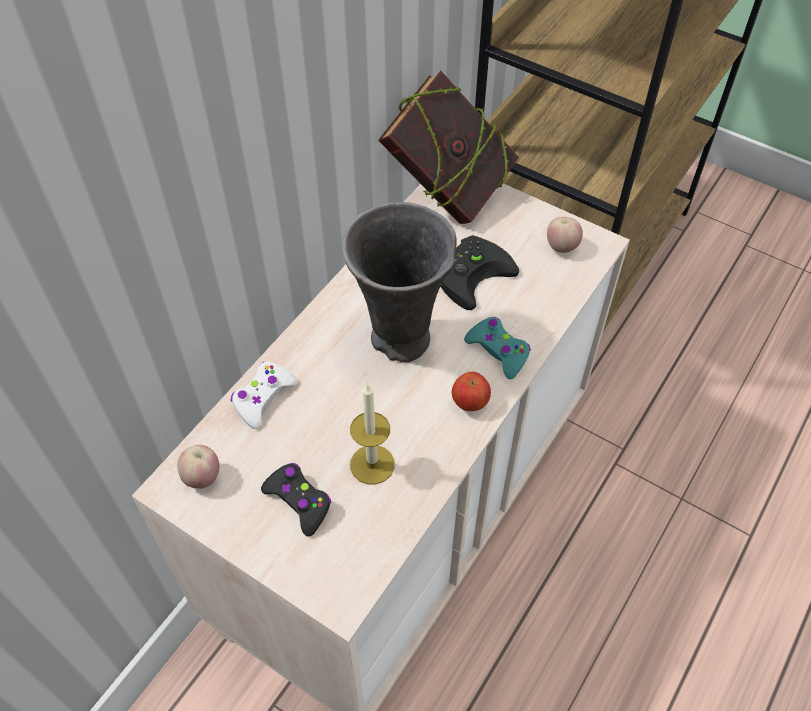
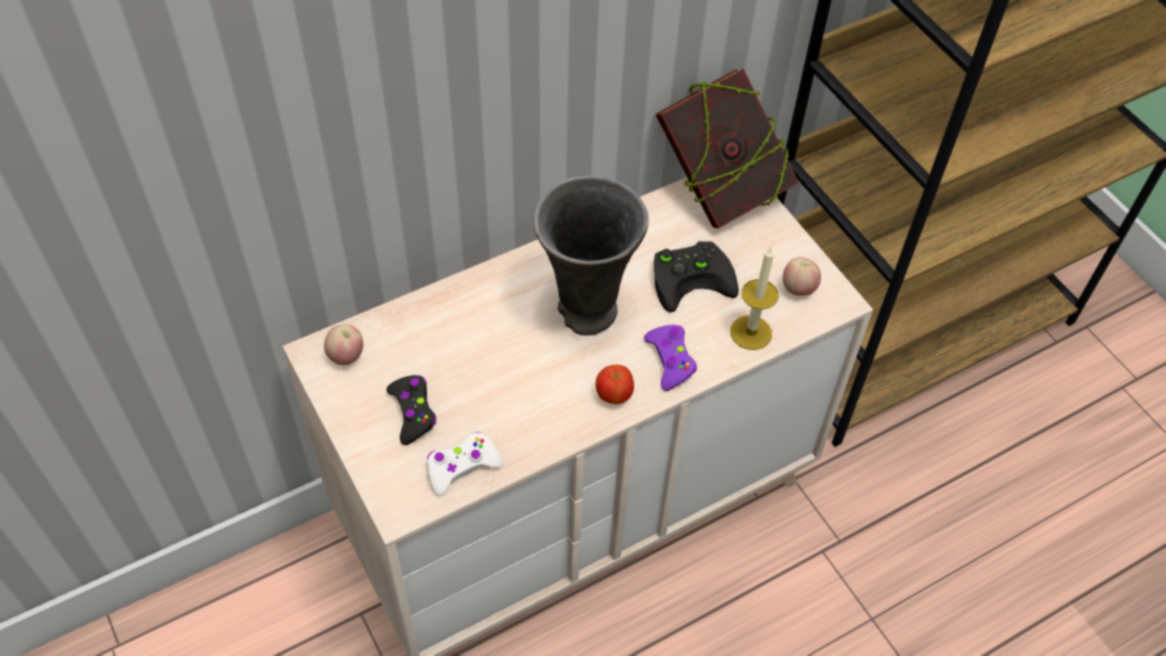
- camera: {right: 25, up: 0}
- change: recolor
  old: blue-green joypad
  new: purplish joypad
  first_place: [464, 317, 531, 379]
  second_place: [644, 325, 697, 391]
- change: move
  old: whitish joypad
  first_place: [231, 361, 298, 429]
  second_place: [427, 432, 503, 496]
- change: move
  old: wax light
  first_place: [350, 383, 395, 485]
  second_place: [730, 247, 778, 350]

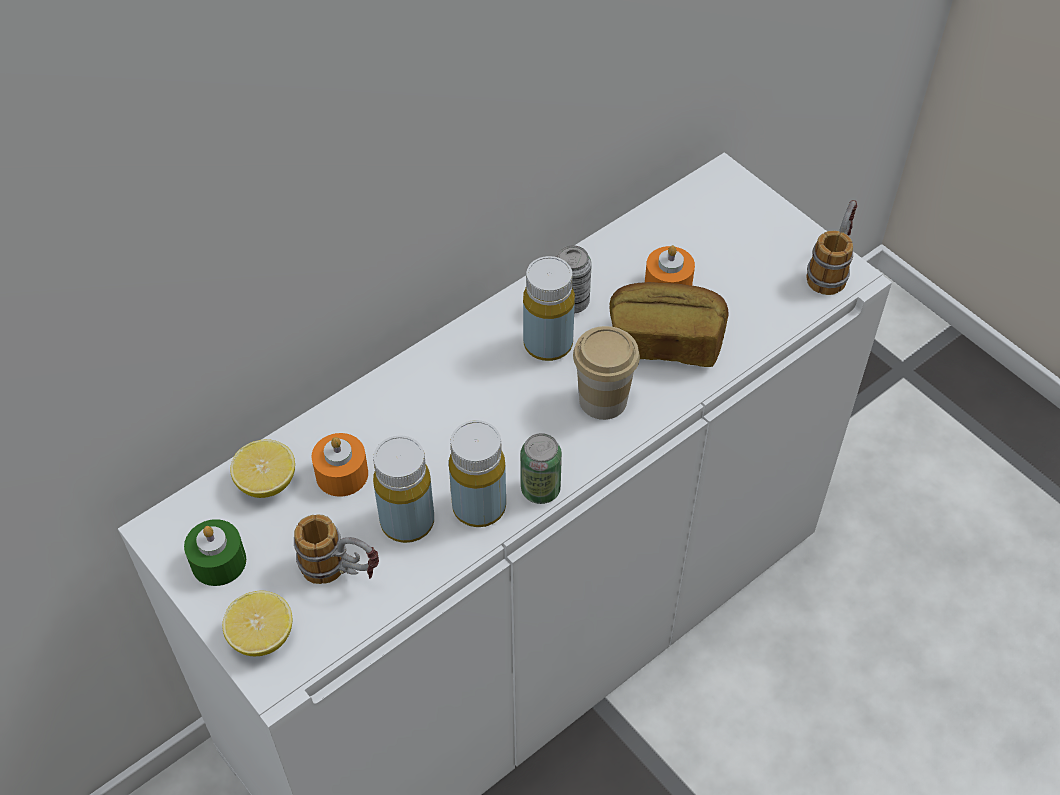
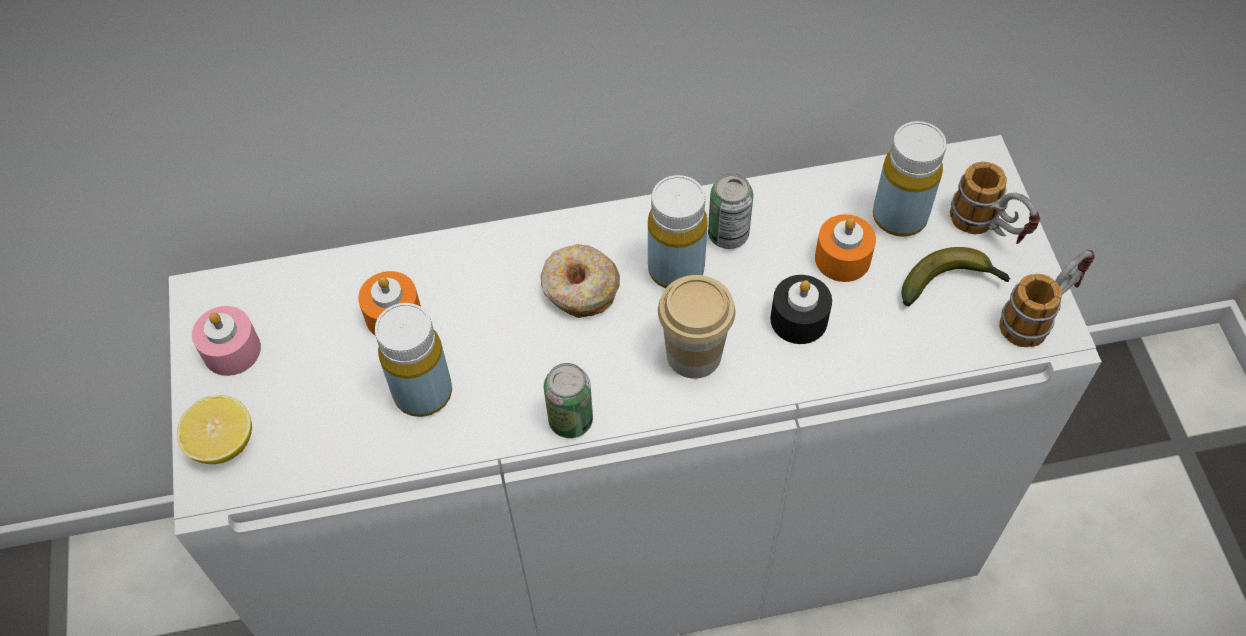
- camera: {right: 30, up: 5}
- change: replace
  old: bakery bread
  new: blackish wax light
  first_place: [610, 282, 729, 367]
  second_place: [770, 275, 832, 344]
- change: move
  old: yellow-coloured beverage bottle
  first_place: [449, 420, 506, 527]
  second_place: [873, 121, 947, 237]
- change: delete
  old: lemon
  first_place: [230, 439, 295, 498]
- change: move
  old: coffee mug
  first_place: [294, 515, 379, 584]
  second_place: [950, 162, 1040, 244]
- change: recolor
  old: greenish wax light
  new: pinkish wax light
  first_place: [184, 519, 246, 586]
  second_place: [192, 306, 261, 376]
- change: insert
  new: doughnut
  second_place: [541, 244, 620, 318]
- change: insert
  new: banana
  second_place: [902, 247, 1010, 306]

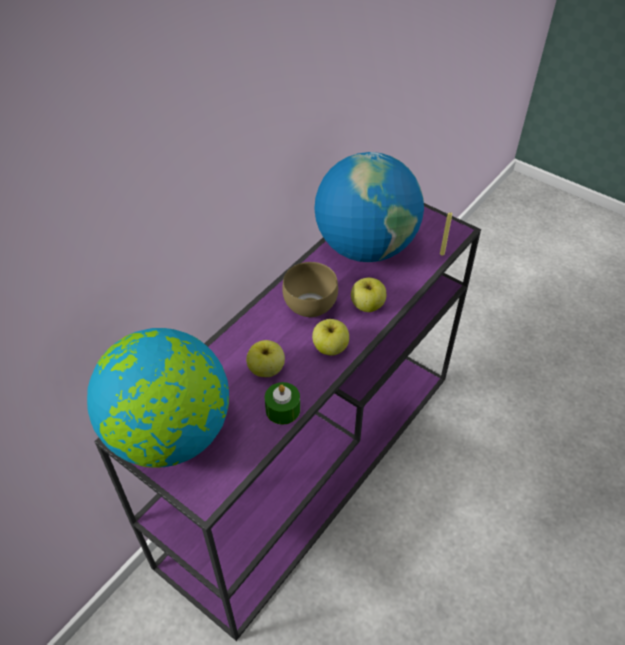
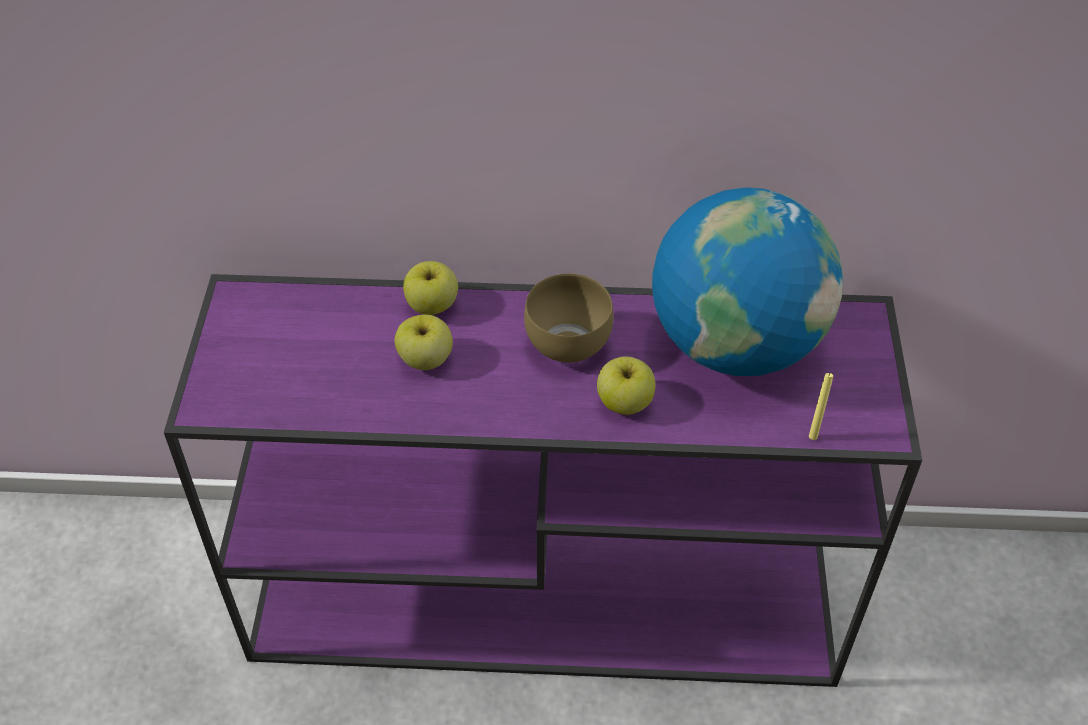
- camera: {right: 55, up: 0}
- change: move
  old: whole apple
  first_place: [312, 319, 349, 356]
  second_place: [403, 261, 458, 315]
- change: delete
  old: world globe
  first_place: [87, 328, 229, 468]
- change: delete
  old: greenish wax light
  first_place: [265, 382, 300, 425]

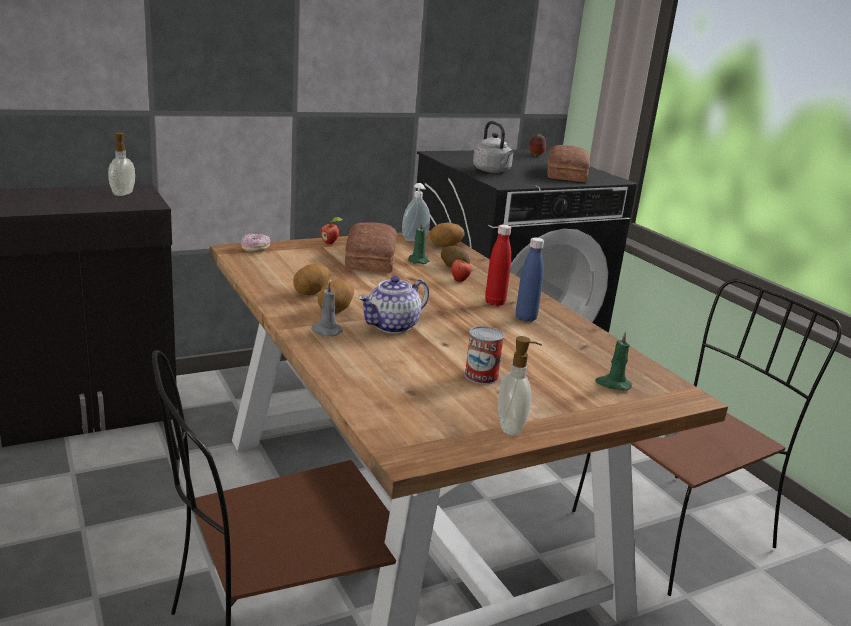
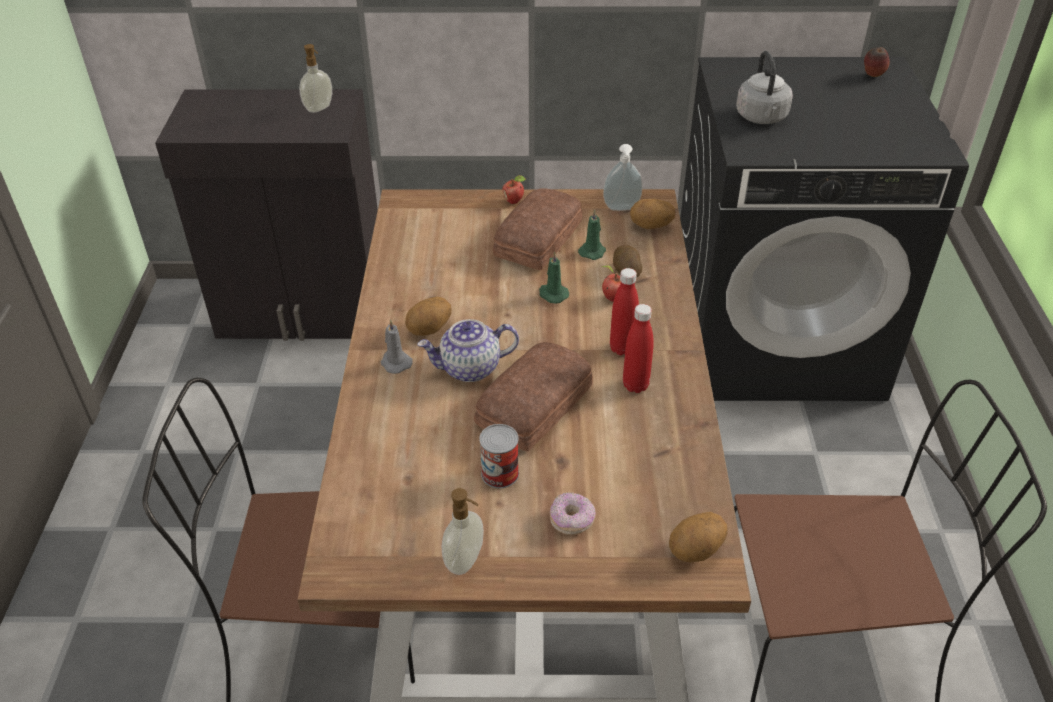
- camera: {right: 30, up: 20}
- change: move
  old: bakery bread
  first_place: [547, 145, 590, 182]
  second_place: [474, 342, 593, 452]
- change: move
  old: doughnut
  first_place: [241, 234, 270, 252]
  second_place: [550, 492, 596, 535]
- change: recolor
  old: blue-coloured beverage bottle
  new: red-coloured beverage bottle
  first_place: [516, 238, 544, 322]
  second_place: [623, 304, 654, 393]
- change: move
  old: spud
  first_place: [293, 264, 330, 296]
  second_place: [669, 512, 728, 562]
- change: move
  old: greenish wax light
  first_place: [595, 332, 632, 391]
  second_place: [539, 251, 569, 303]

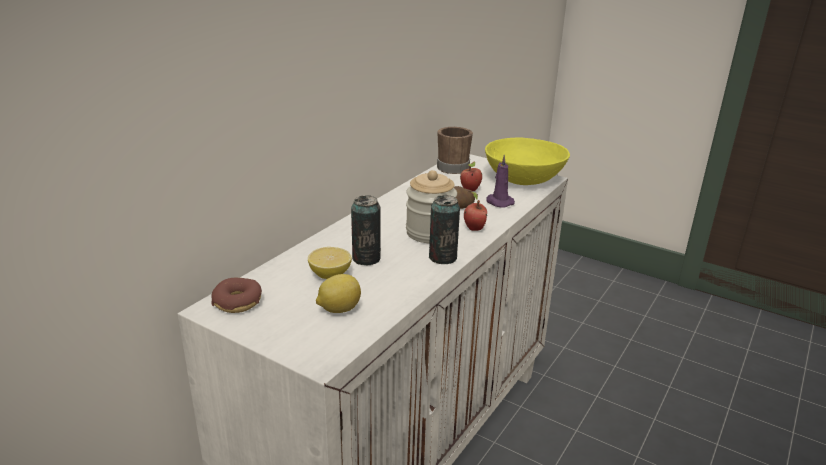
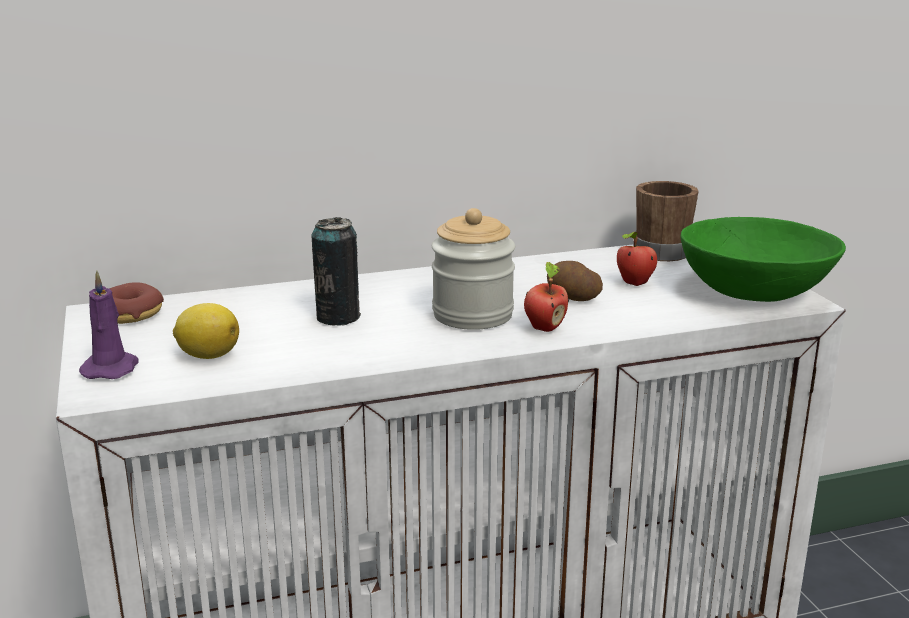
- camera: {right: 40, up: -5}
- change: recolor
  old: yellow-coloured bowl
  new: greenish bowl
  first_place: [485, 137, 570, 185]
  second_place: [681, 217, 846, 302]
- change: move
  old: purplish wax light
  first_place: [486, 155, 515, 208]
  second_place: [79, 271, 139, 379]
- change: delete
  old: sealed can
  first_place: [429, 195, 460, 264]
- change: delete
  old: lemon
  first_place: [308, 247, 352, 279]

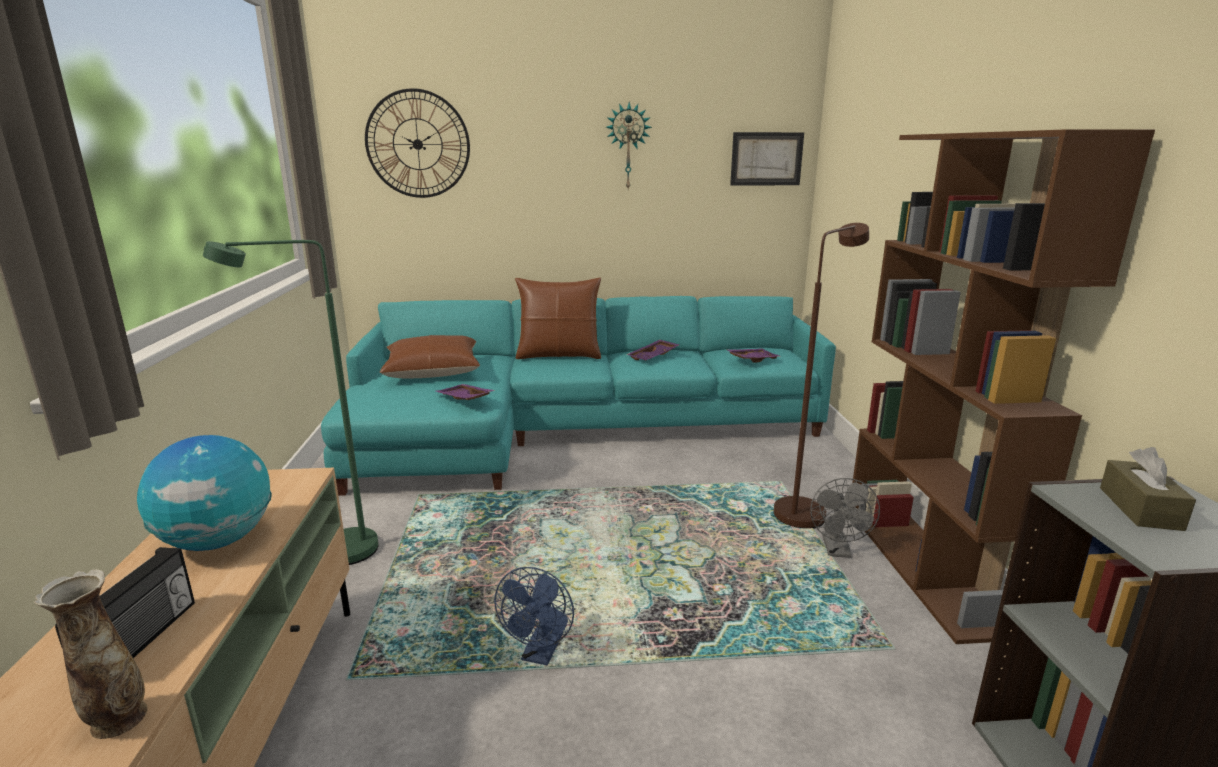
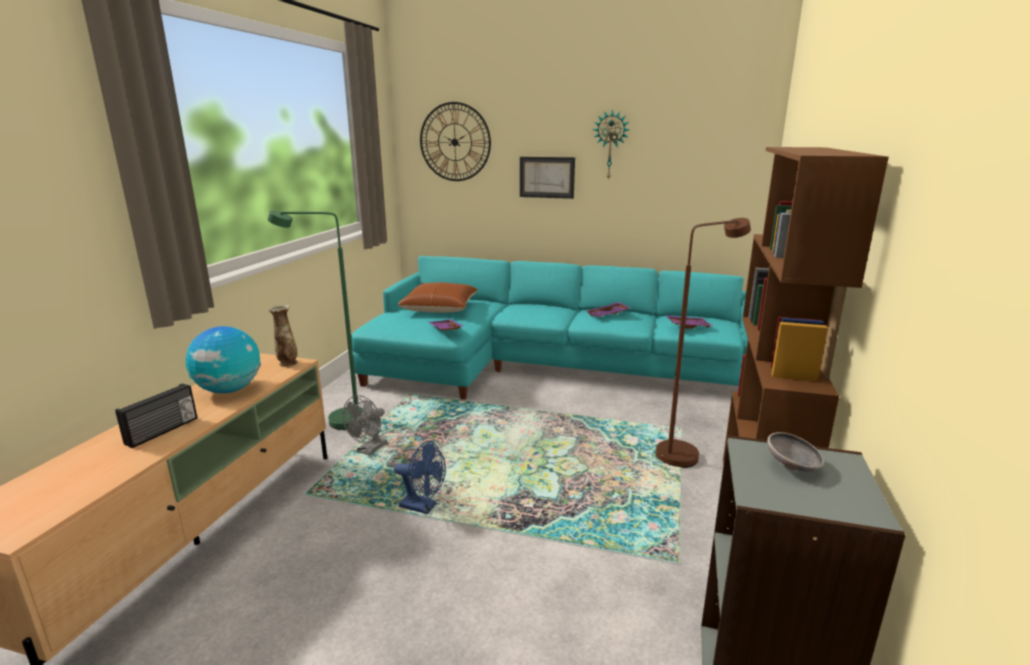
- camera: {right: 20, up: 0}
- change: move
  old: picture
  first_place: [730, 132, 804, 186]
  second_place: [520, 157, 575, 199]
- change: delete
  old: brown-coloured cushion
  first_place: [515, 278, 601, 359]
- change: replace
  old: brown-coloured box of tissues
  new: grey bowl
  first_place: [1100, 447, 1196, 531]
  second_place: [767, 432, 825, 472]
- change: move
  old: grey electric fan
  first_place: [810, 478, 880, 558]
  second_place: [343, 395, 387, 455]
- change: rotate
  old: blue-coloured electric fan
  first_place: [494, 567, 574, 666]
  second_place: [394, 441, 446, 514]
  degrees: -105
- change: move
  old: flower vase
  first_place: [34, 569, 148, 739]
  second_place: [268, 305, 298, 367]

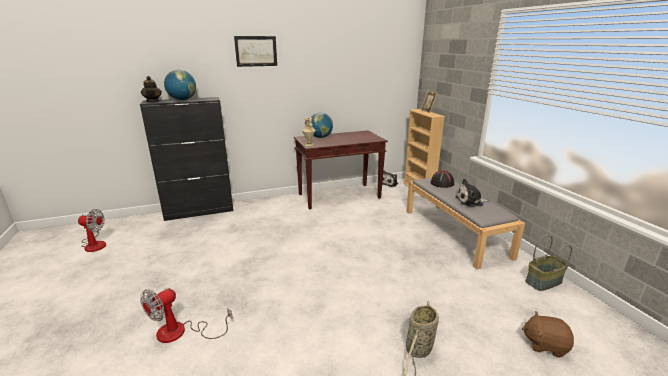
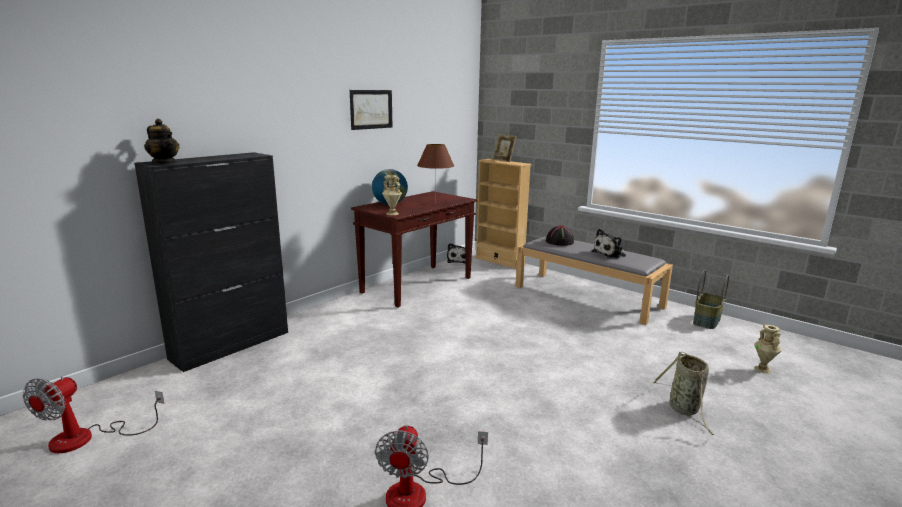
- camera: {right: -30, up: -5}
- change: move
  old: picture
  first_place: [234, 36, 277, 67]
  second_place: [350, 90, 392, 130]
- change: delete
  old: world globe
  first_place: [164, 70, 196, 100]
- change: rotate
  old: electric fan
  first_place: [78, 209, 106, 252]
  second_place: [23, 376, 164, 453]
  degrees: 135
- change: replace
  old: brown-coloured cuddly toy
  new: sand-coloured flower vase
  first_place: [522, 311, 574, 358]
  second_place: [754, 324, 781, 374]
- change: insert
  new: brown-coloured lamp for a table
  second_place: [417, 144, 454, 204]

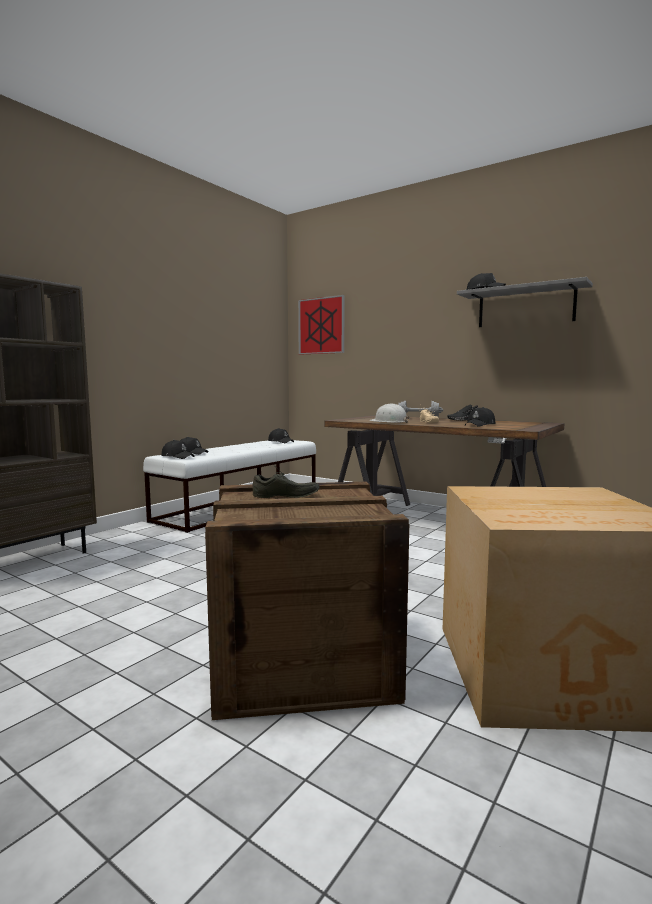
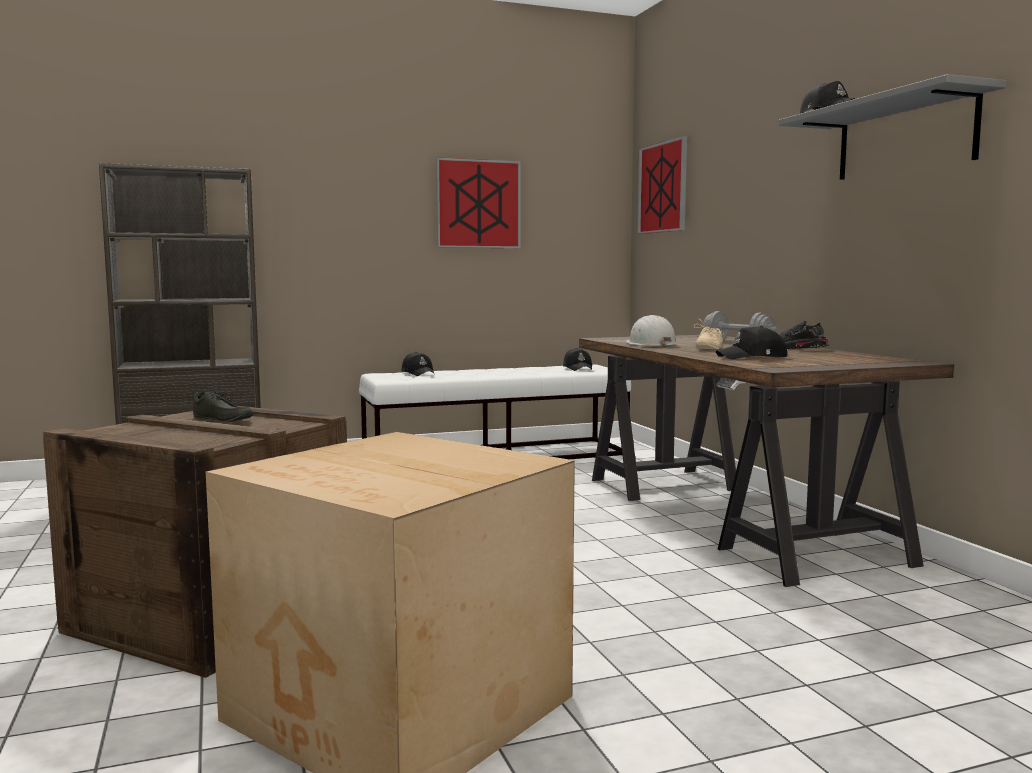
- camera: {right: 35, up: 0}
- change: delete
  old: blackish peaked cap
  first_place: [161, 440, 195, 459]
- change: insert
  new: picture
  second_place: [436, 157, 521, 248]

